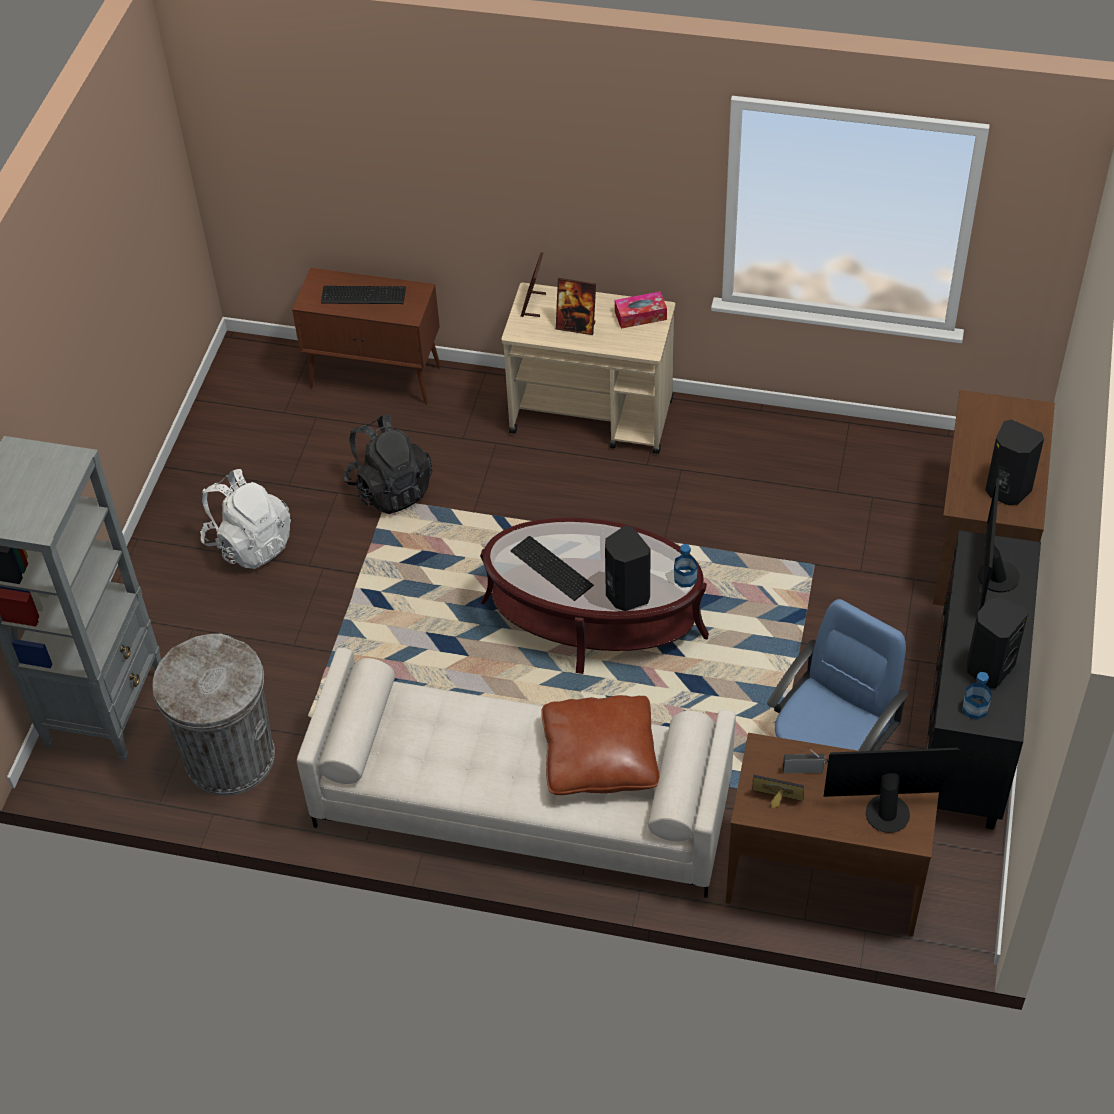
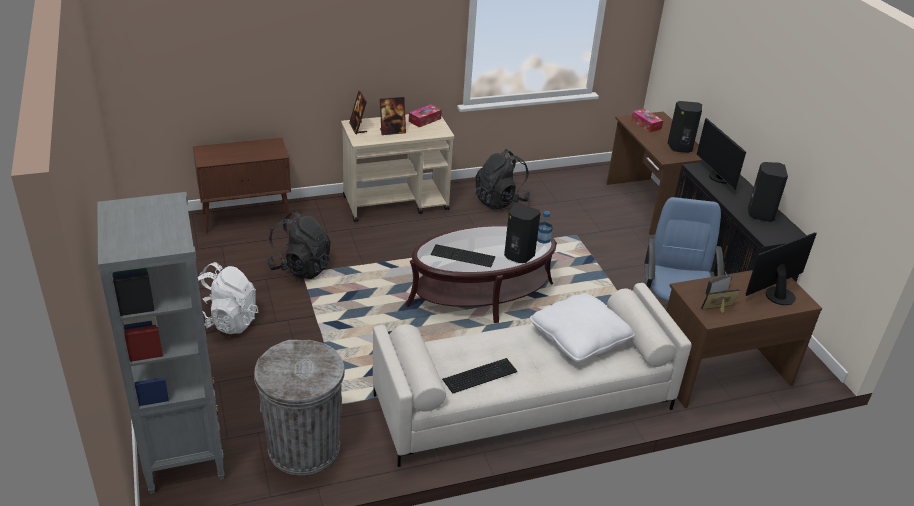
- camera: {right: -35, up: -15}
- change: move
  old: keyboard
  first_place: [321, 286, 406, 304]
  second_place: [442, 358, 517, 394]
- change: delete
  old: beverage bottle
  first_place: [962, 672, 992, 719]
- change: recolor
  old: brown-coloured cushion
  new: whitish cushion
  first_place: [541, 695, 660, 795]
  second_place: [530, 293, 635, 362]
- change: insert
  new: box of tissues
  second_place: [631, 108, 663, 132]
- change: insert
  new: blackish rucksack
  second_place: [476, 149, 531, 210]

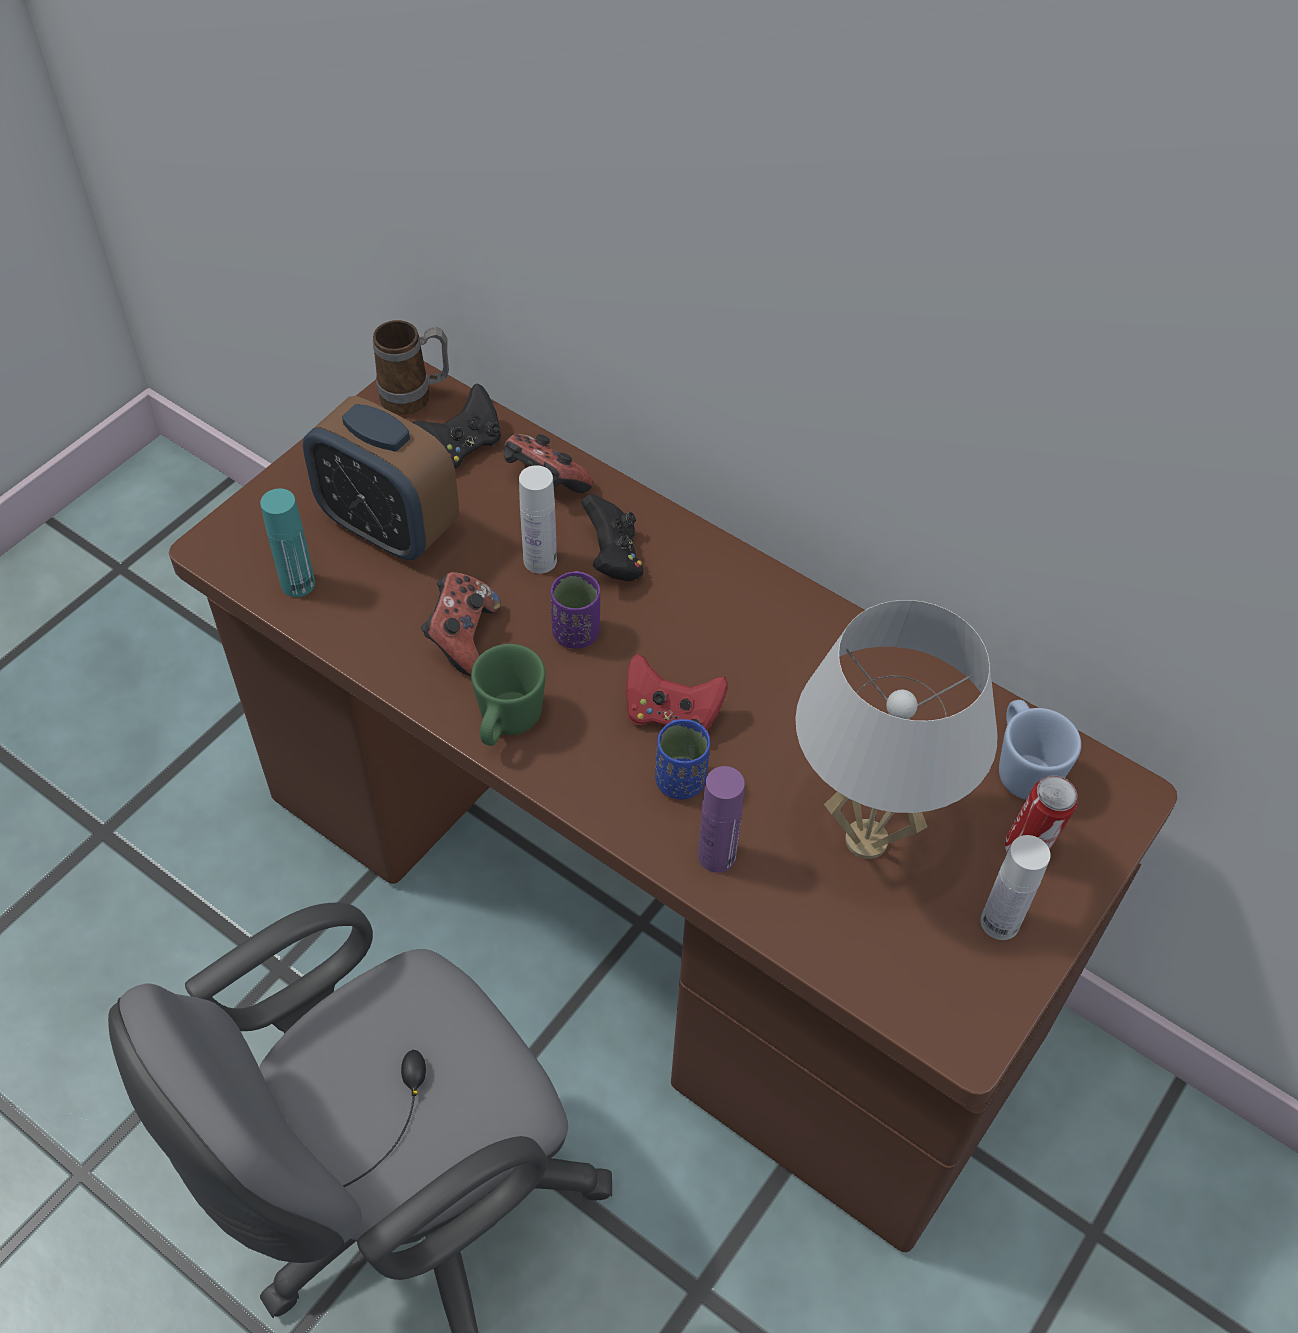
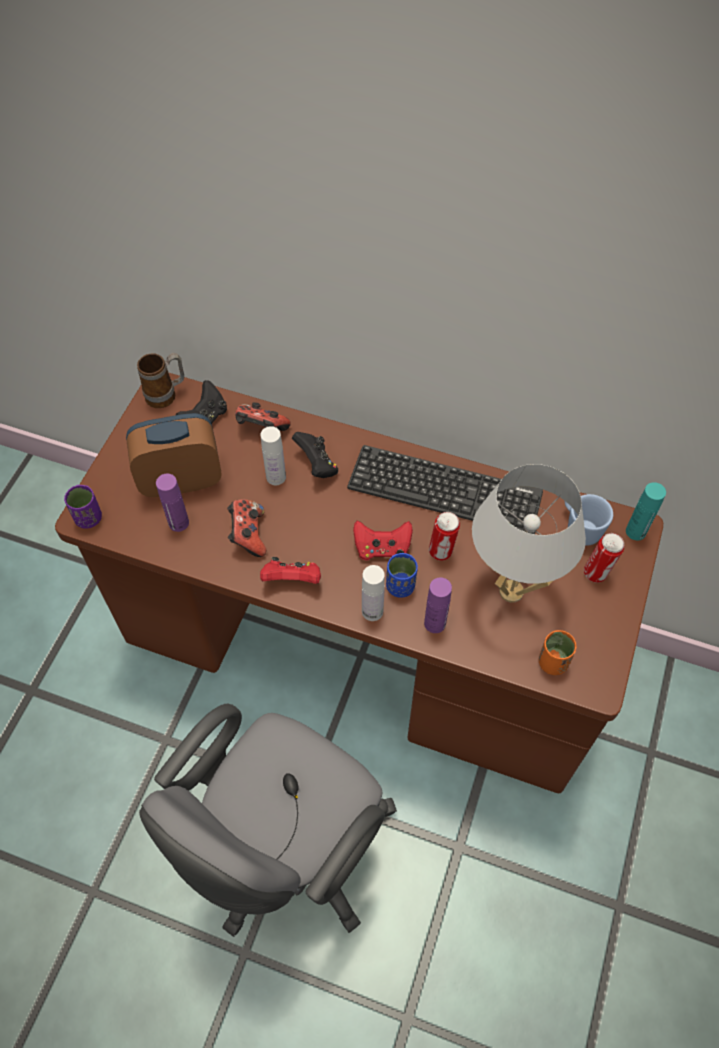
- camera: {right: -15, up: 5}
- change: rotate
  old: table clock
  first_place: [303, 396, 459, 560]
  second_place: [126, 413, 222, 497]
  degrees: 150
- change: move
  old: blue-green beverage bottle
  first_place: [260, 488, 315, 597]
  second_place: [626, 482, 666, 540]
- change: move
  old: purplish drinking cup
  first_place: [551, 571, 600, 649]
  second_place: [64, 485, 102, 529]
- change: replace
  old: greenish coffee mug
  new: red-coloured joypad
  first_place: [471, 644, 546, 746]
  second_place: [260, 557, 321, 584]
- change: move
  old: whitish beverage bottle
  first_place: [981, 835, 1051, 940]
  second_place: [362, 565, 385, 621]
- change: insert
  new: keyboard
  second_place: [347, 445, 543, 531]
- change: insert
  new: purplish beverage bottle
  second_place: [156, 474, 189, 532]
- change: insert
  new: sealed can
  second_place: [429, 512, 460, 561]
- change: insert
  new: orange drinking cup
  second_place: [539, 630, 576, 675]

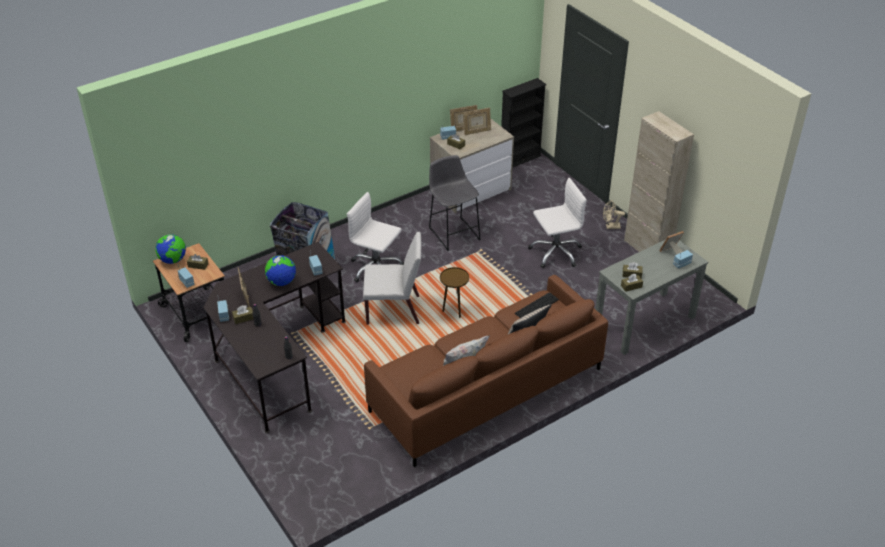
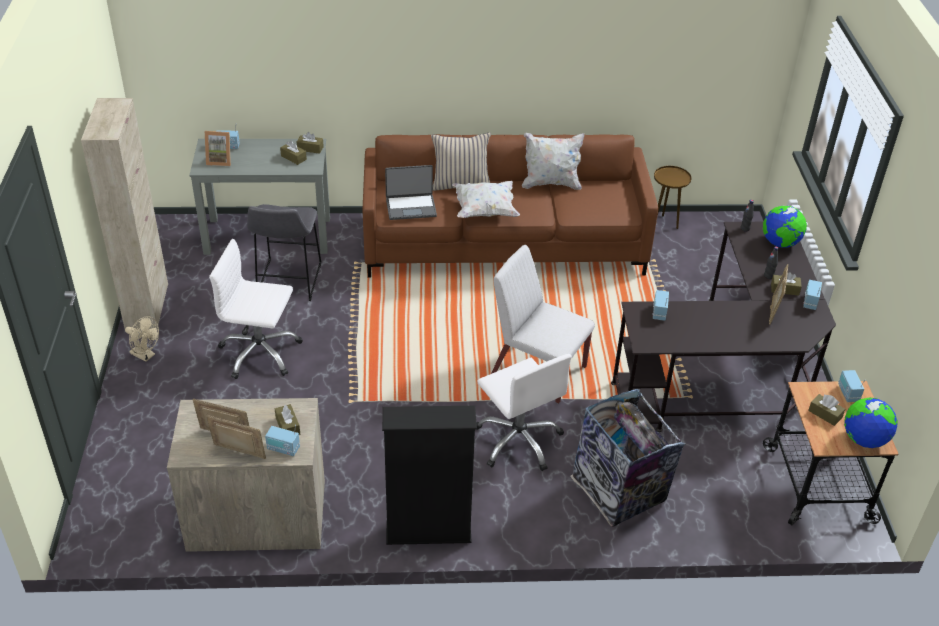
- camera: {right: -150, up: 0}
- change: move
  old: blackish shelving unit
  first_place: [501, 78, 546, 168]
  second_place: [382, 406, 477, 545]
- change: move
  old: grey stool seat
  first_place: [429, 155, 481, 251]
  second_place: [247, 204, 321, 301]
- change: move
  old: world globe
  first_place: [265, 255, 296, 286]
  second_place: [763, 206, 807, 247]
- change: move
  old: brown-coloured side table
  first_place: [440, 267, 469, 318]
  second_place: [654, 166, 691, 229]
- change: replace
  old: keyboard
  new: portable computer
  first_place: [515, 292, 559, 318]
  second_place: [385, 165, 437, 220]
- change: insert
  new: whitish cushion
  second_place: [452, 181, 520, 218]

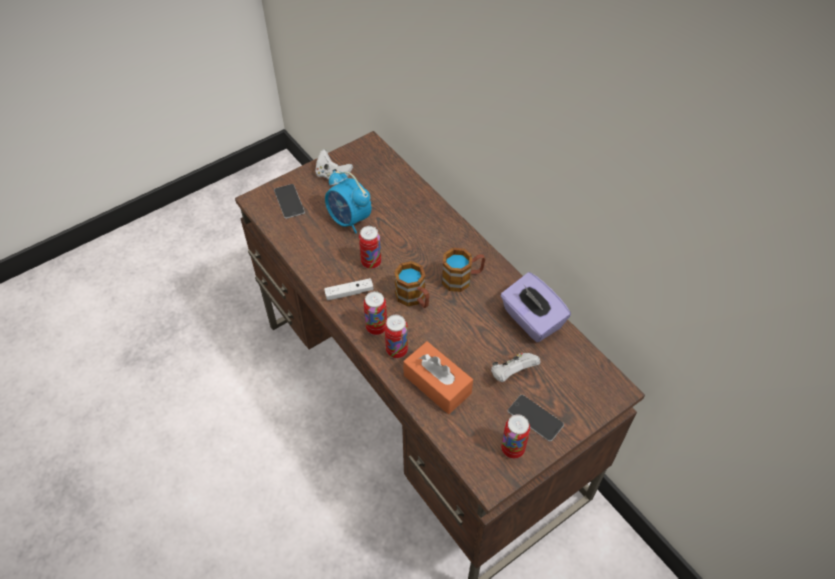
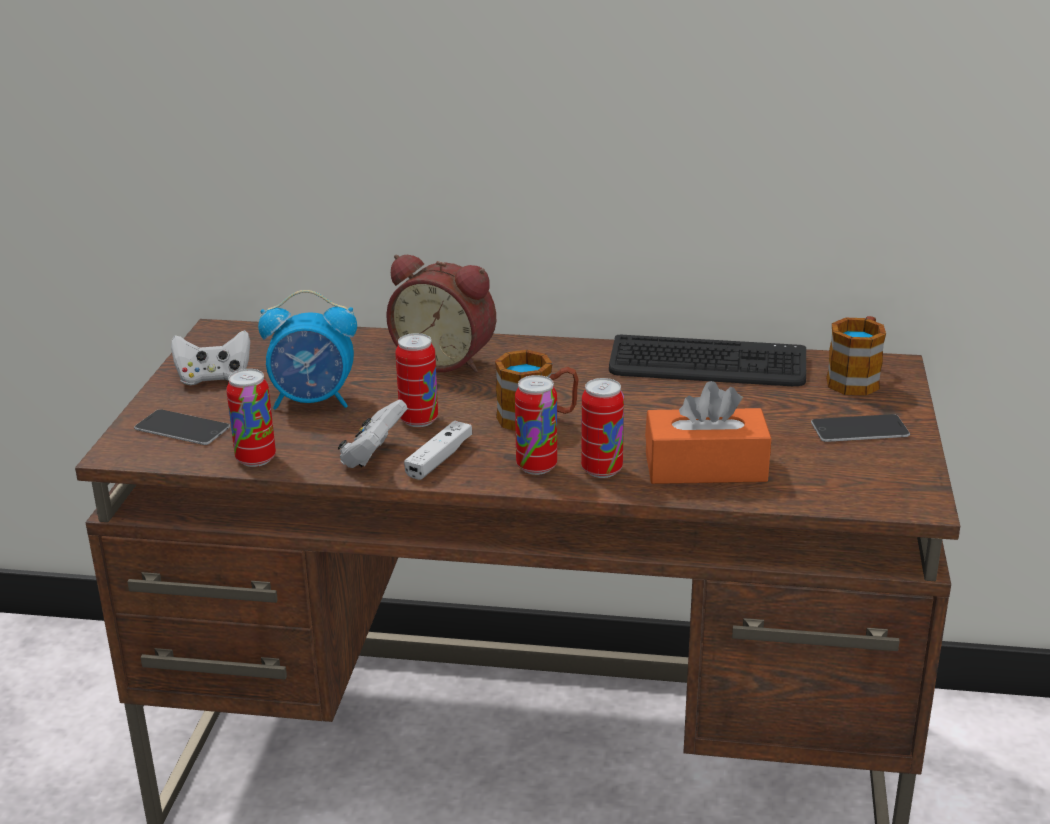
- camera: {right: -45, up: -25}
- change: move
  old: coffee mug
  first_place: [442, 248, 485, 292]
  second_place: [826, 316, 886, 396]
- change: replace
  old: purplish box of tissues
  new: keyboard
  first_place: [500, 272, 571, 342]
  second_place: [609, 335, 806, 386]
- change: move
  old: whitish joypad
  first_place: [491, 353, 541, 382]
  second_place: [338, 400, 408, 468]
- change: move
  old: sealed can
  first_place: [501, 415, 530, 459]
  second_place: [226, 369, 276, 467]
- change: insert
  new: table clock
  second_place: [386, 254, 496, 372]

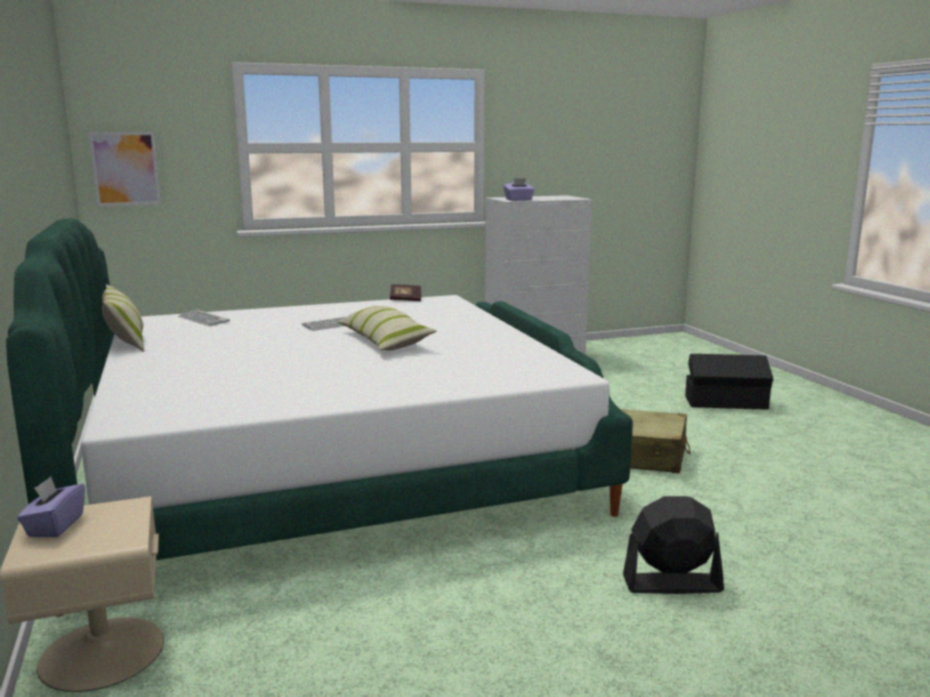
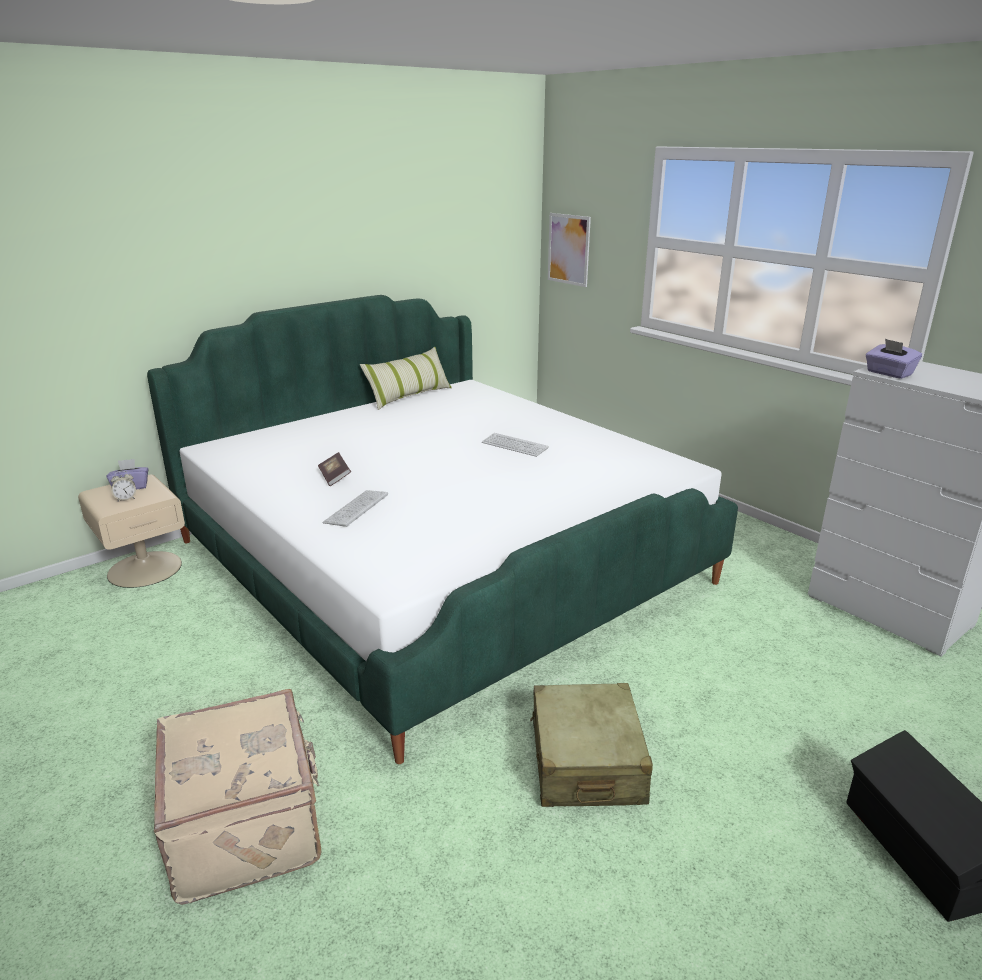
- camera: {right: 70, up: 10}
- change: move
  old: bound book
  first_place: [390, 284, 421, 301]
  second_place: [318, 452, 351, 486]
- change: delete
  old: cushion
  first_place: [338, 306, 437, 351]
- change: move
  old: keyboard
  first_place: [179, 310, 230, 326]
  second_place: [322, 490, 388, 527]
- change: replace
  old: blackish electric fan
  new: sand-coloured piece of luggage
  first_place: [623, 496, 724, 594]
  second_place: [154, 689, 321, 905]
- change: insert
  new: table clock
  second_place: [111, 471, 136, 501]

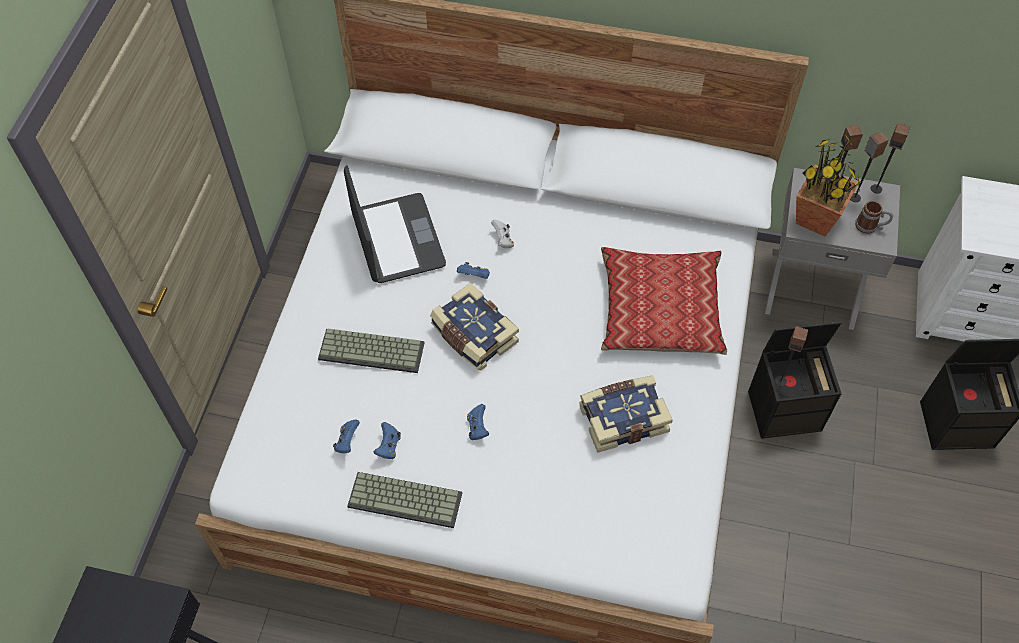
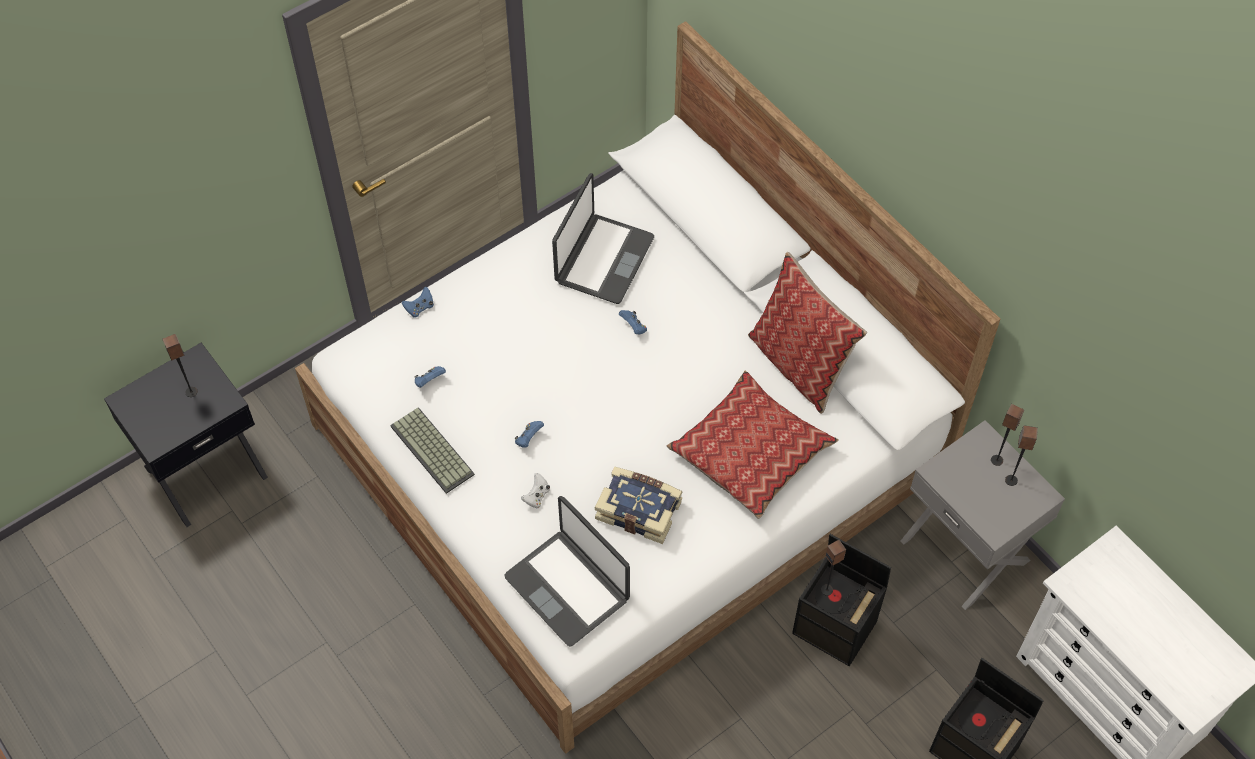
- camera: {right: 40, up: 0}
- change: move
  old: audio speaker
  first_place: [871, 123, 910, 194]
  second_place: [162, 334, 198, 397]
- change: delete
  old: plant in a pot
  first_place: [796, 135, 860, 237]
- change: delete
  old: coffee mug
  first_place: [855, 201, 893, 234]
- change: move
  old: whitish joypad
  first_place: [491, 220, 514, 248]
  second_place: [521, 473, 550, 509]
- change: delete
  old: bound book
  first_place: [430, 283, 519, 371]
- change: delete
  old: keyboard
  first_place: [318, 328, 424, 373]
- change: move
  old: blue-coloured joypad
  first_place: [374, 422, 401, 459]
  second_place: [402, 287, 434, 317]
- change: insert
  new: cushion
  second_place: [748, 252, 867, 414]
- change: insert
  new: portable computer
  second_place: [504, 496, 630, 646]

